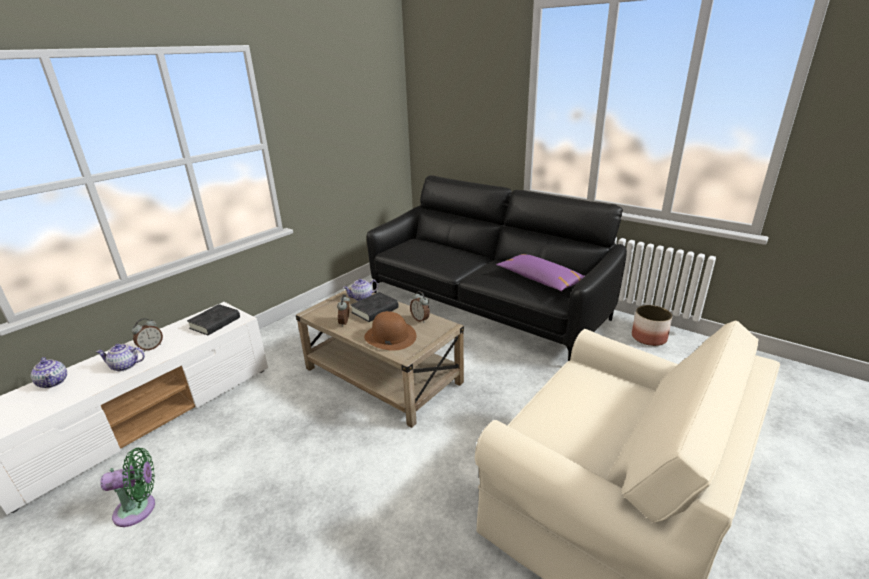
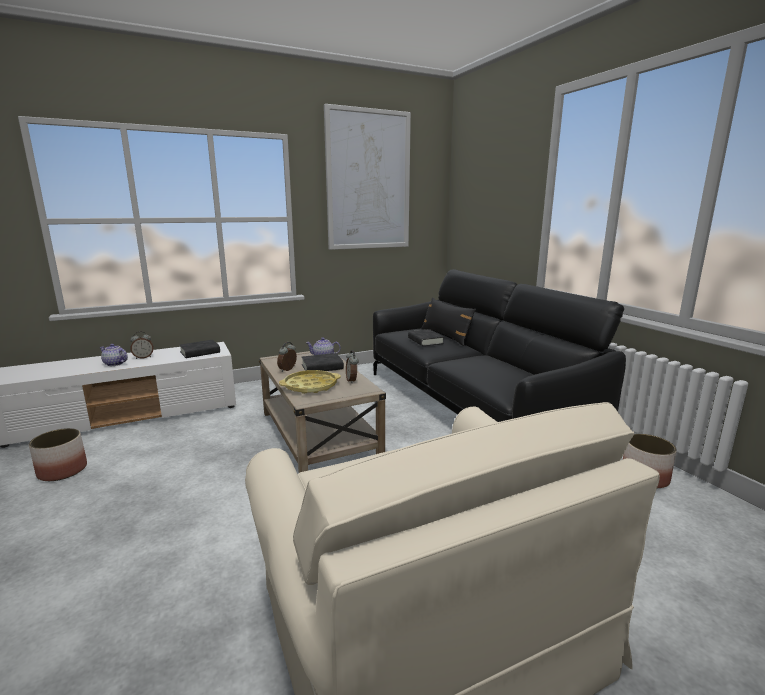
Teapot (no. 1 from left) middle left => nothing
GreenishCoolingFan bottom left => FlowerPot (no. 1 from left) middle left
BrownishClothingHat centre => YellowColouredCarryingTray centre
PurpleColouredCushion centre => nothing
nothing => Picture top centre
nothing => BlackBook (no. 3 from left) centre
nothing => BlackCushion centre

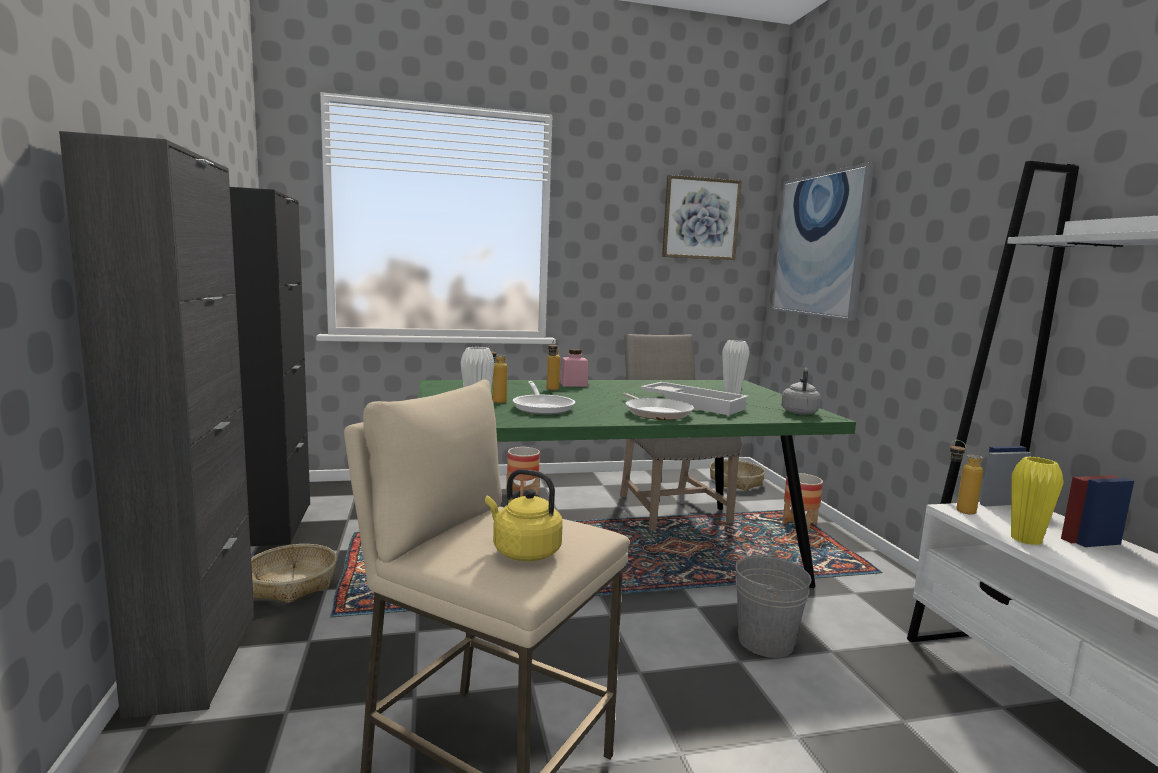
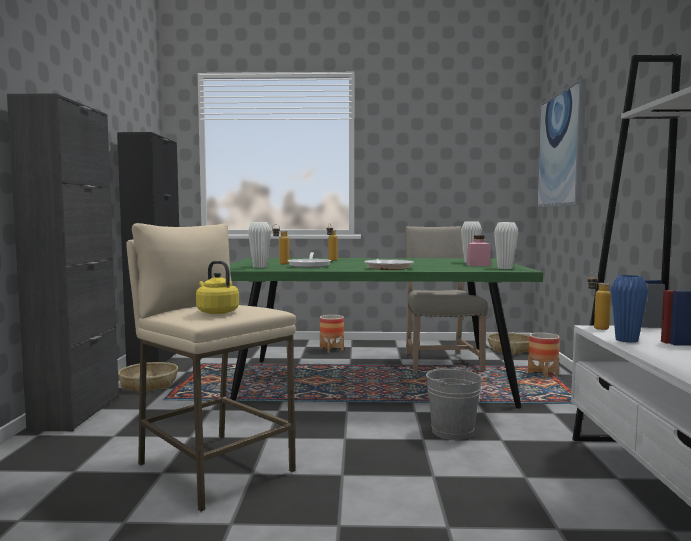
PinkStorageJar centre => PinkStorageJar middle right, shifted
WhitishCarryingTray centre => nothing
Picture (no. 1 from left) top centre => nothing
GreyKettle middle right => WhitishFlowerVase (no. 3 from left) middle right
YellowColouredFlowerVase middle right => BlueFlowerVase middle right

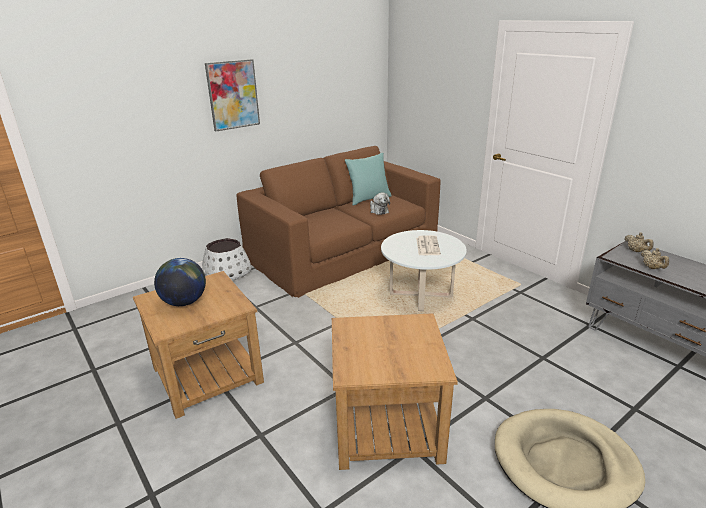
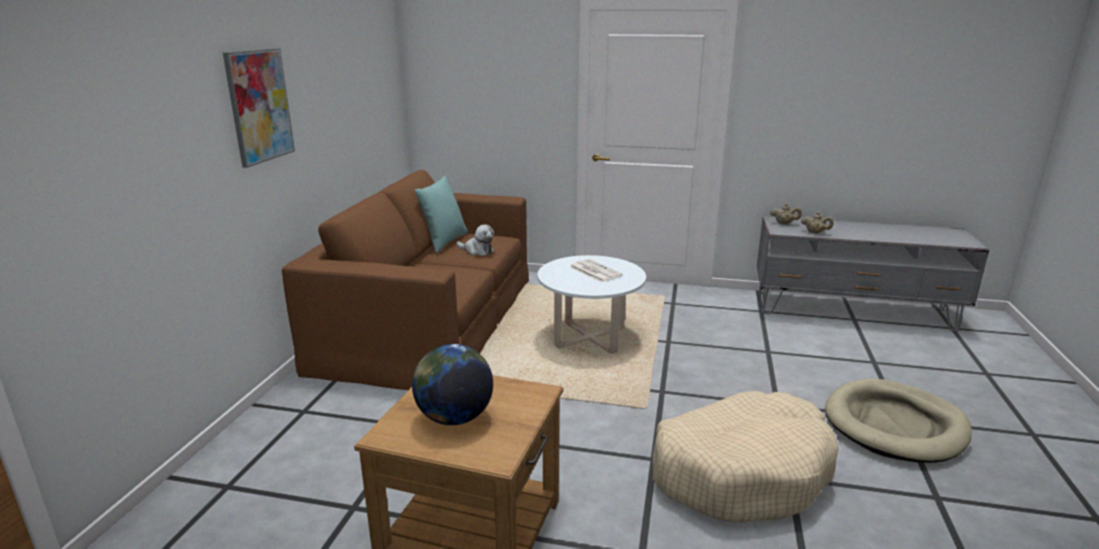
WhitishFlowerPot middle left => nothing
BrownishSideTable (no. 2 from left) bottom centre => BeigePetBed (no. 1 from left) bottom right

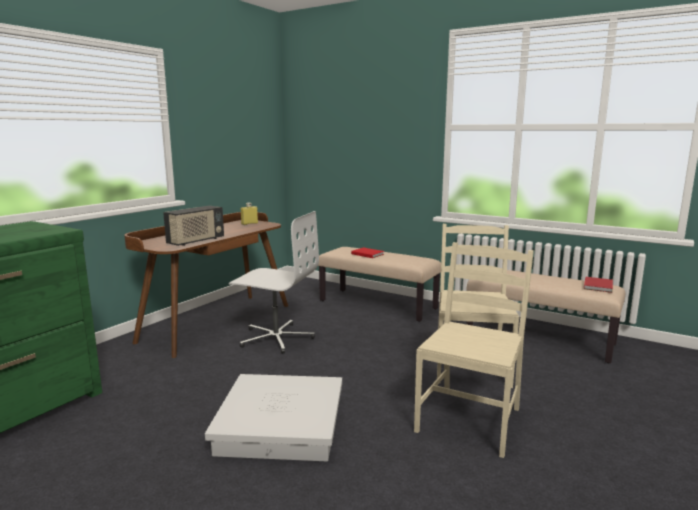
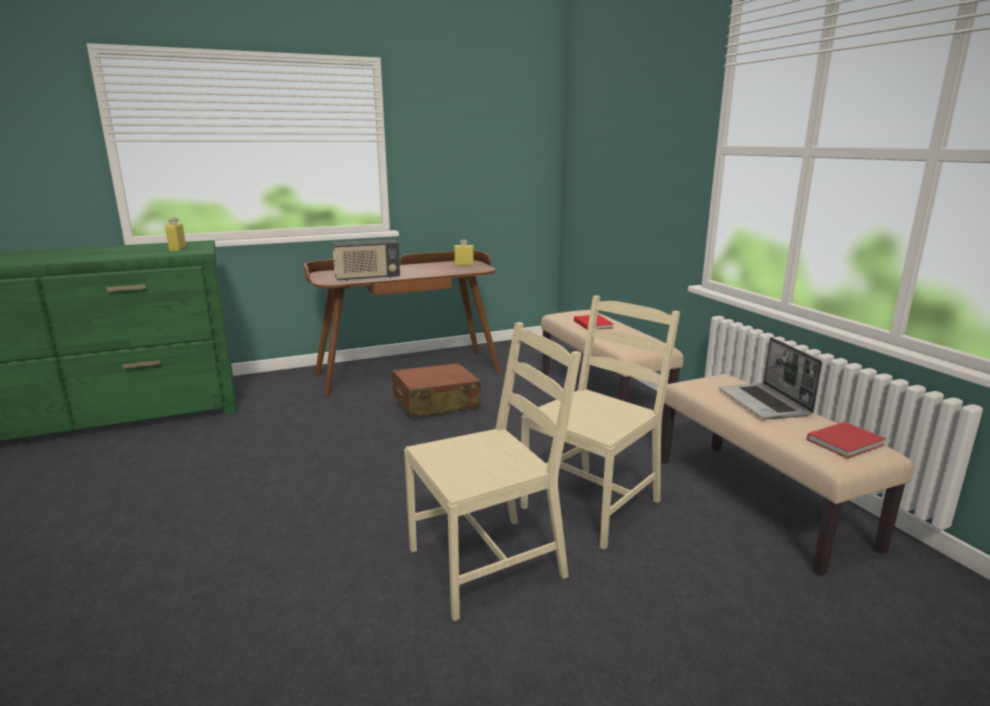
WhitishStorageContainer bottom centre => nothing
WhitishDeskChair centre => BrownishTravelCase centre
nothing => YellowColouredDrinkBottle (no. 1 from left) top left
nothing => Laptop middle right

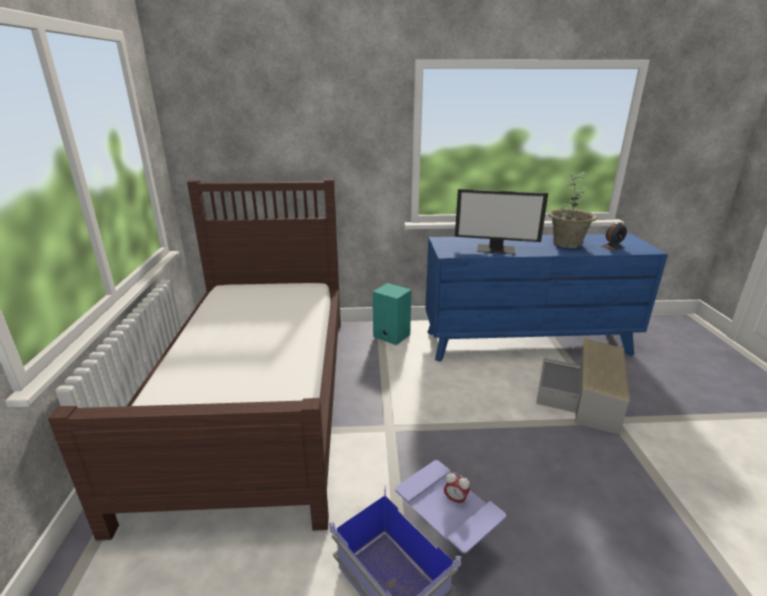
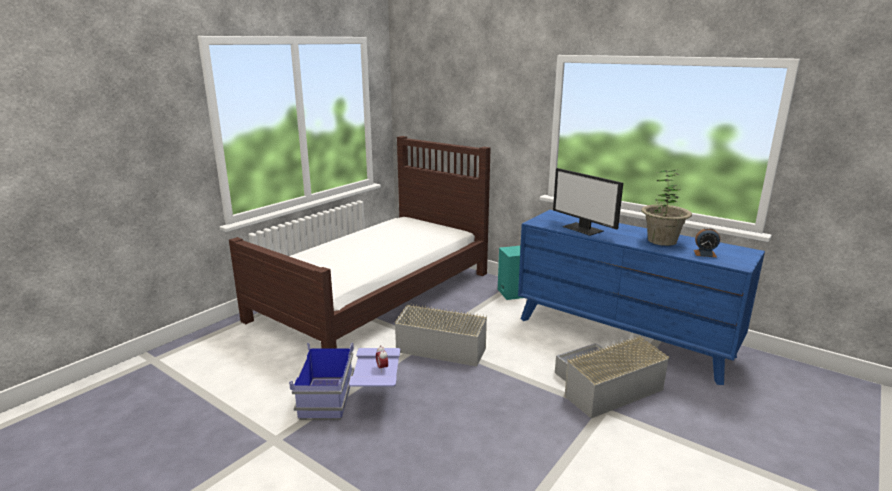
nothing => GreyStorageContainer (no. 1 from left) bottom centre

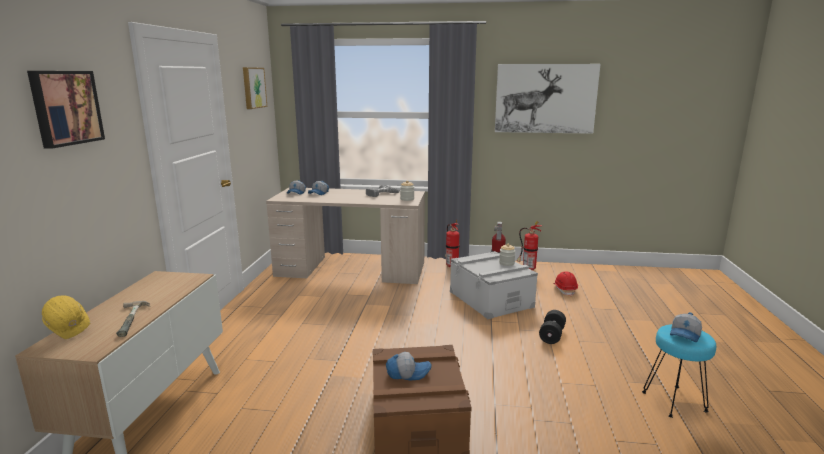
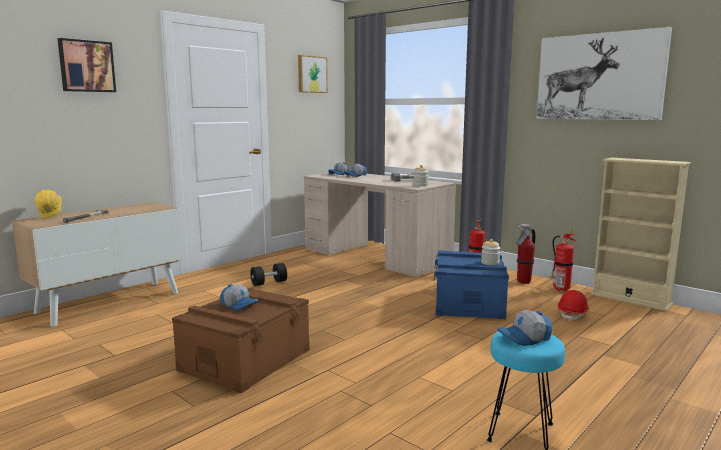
GreyStorageContainer centre => BlueStorageContainer centre
BlackFreeWeight bottom right => BlackFreeWeight centre, shifted
nothing => BeigeBookcase middle right

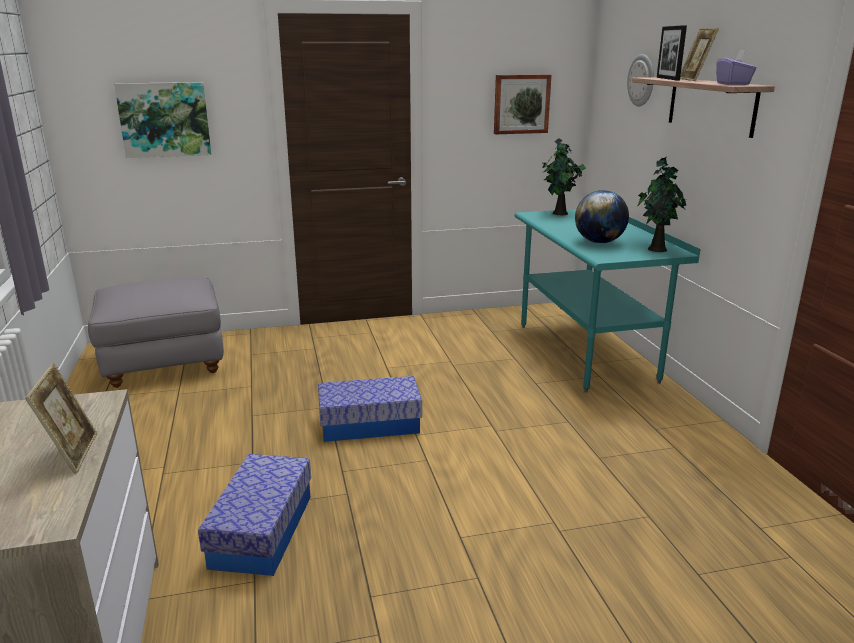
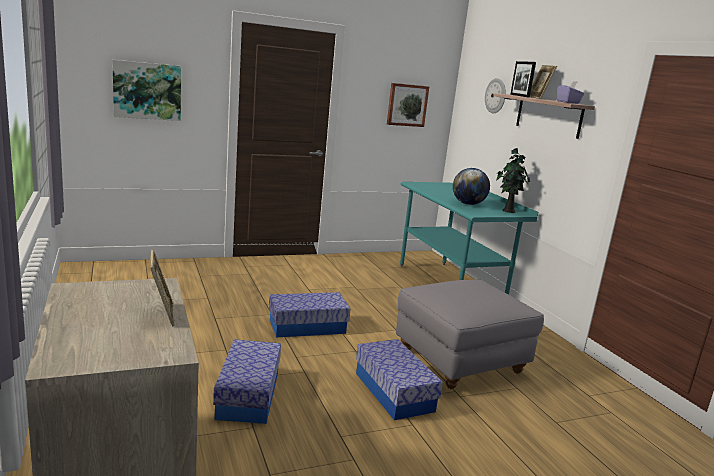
GreyFootrest middle left => GreyFootrest bottom centre, shifted
PlantInAPot (no. 1 from left) top centre => nothing
nothing => StorageContainer (no. 3 from left) bottom centre

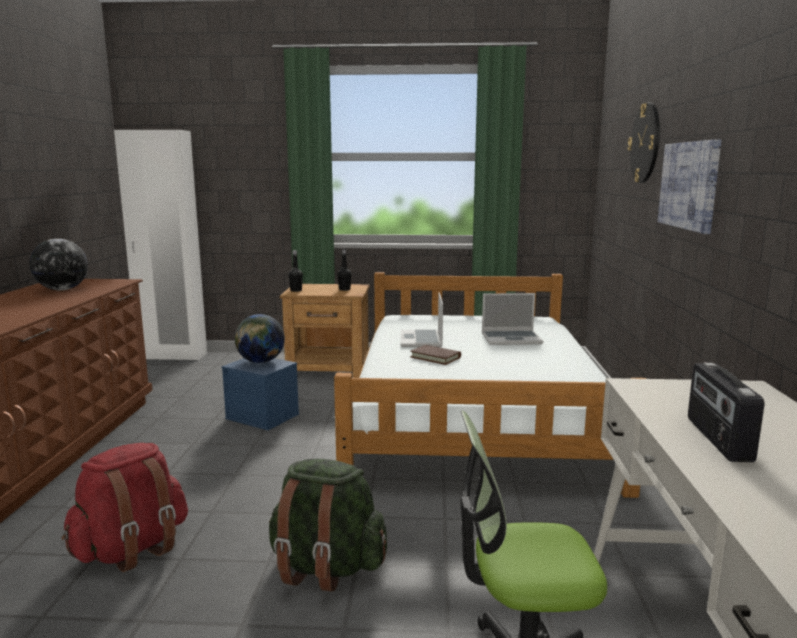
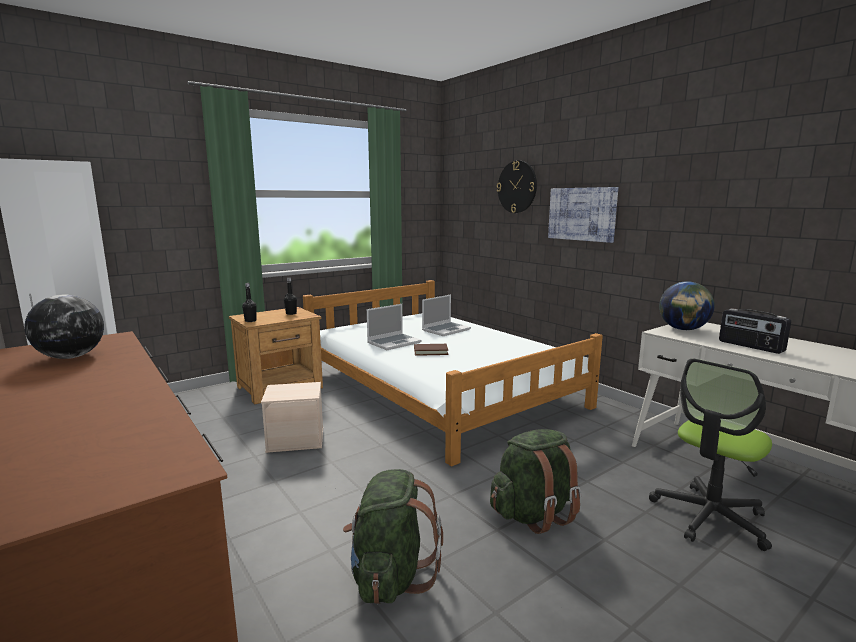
RedBackpack bottom left => GreenishBackpack (no. 1 from left) bottom centre
BlueStorageContainer middle left => BeigeStorageContainer centre
DeskGlobe (no. 2 from left) middle left => DeskGlobe (no. 2 from left) middle right, shifted
Laptop (no. 1 from left) centre, 90 degrees counterclockwise

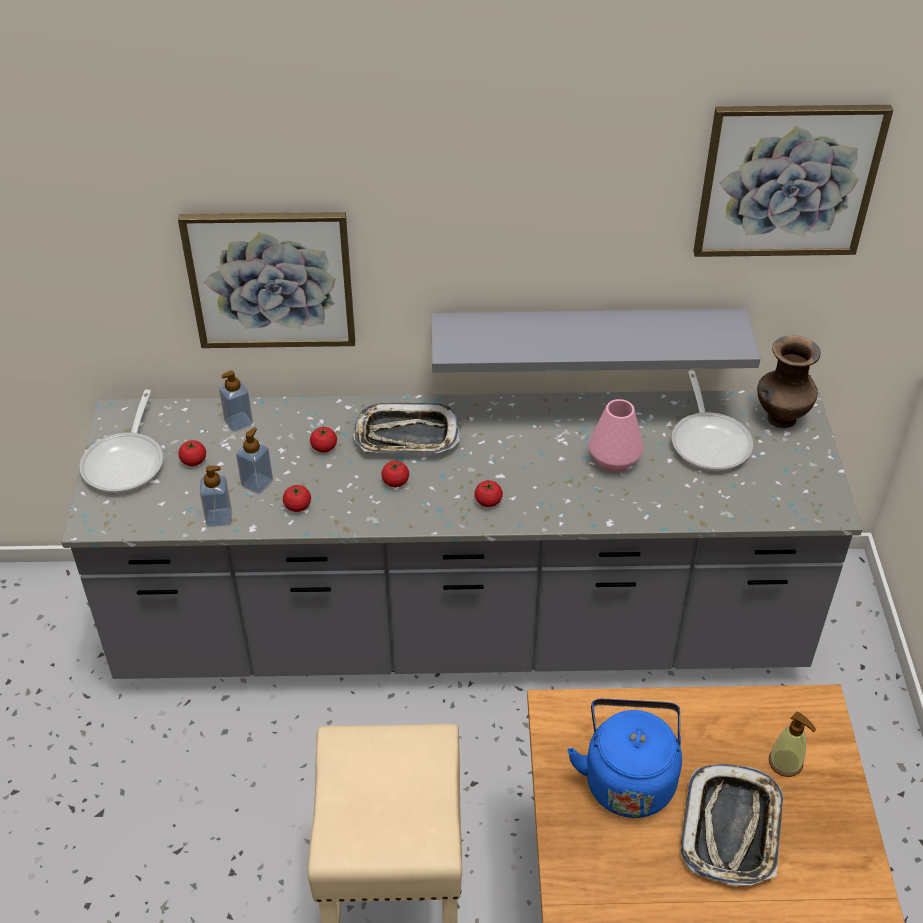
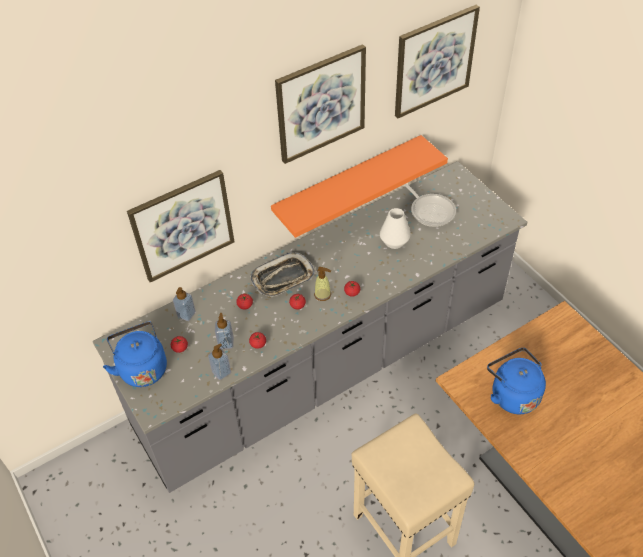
Pan (no. 1 from left) middle left => BlueKettle (no. 1 from left) middle left
GreyBracketShelf centre => OrangeBracketShelf centre
PinkFlowerVase middle right => WhitishFlowerVase centre
CarryingTray (no. 2 from left) bottom right => nothing
BrownishFlowerVase middle right => nothing
LiquidSoapBottle (no. 4 from left) bottom right => LiquidSoapBottle (no. 4 from left) centre, shifted
nothing => Picture (no. 2 from left) top centre

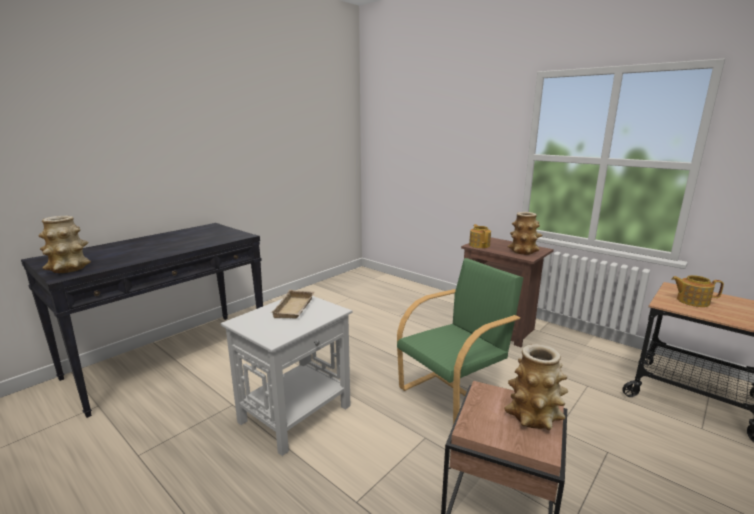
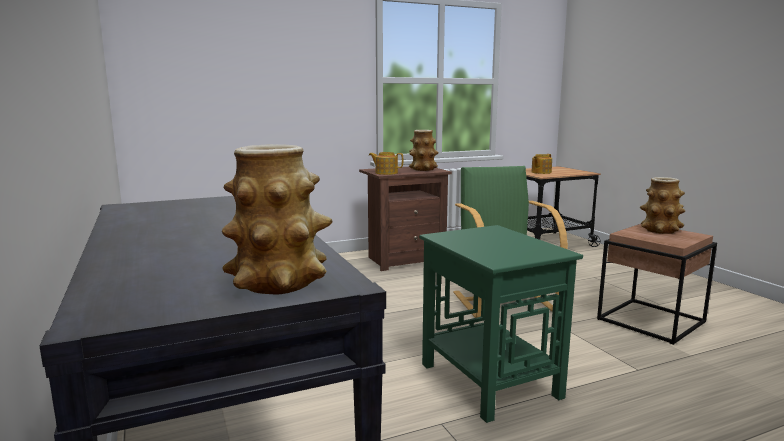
WhitishSideTable bottom centre => GreenishSideTable bottom centre
BeigeCarryingTray centre => nothing

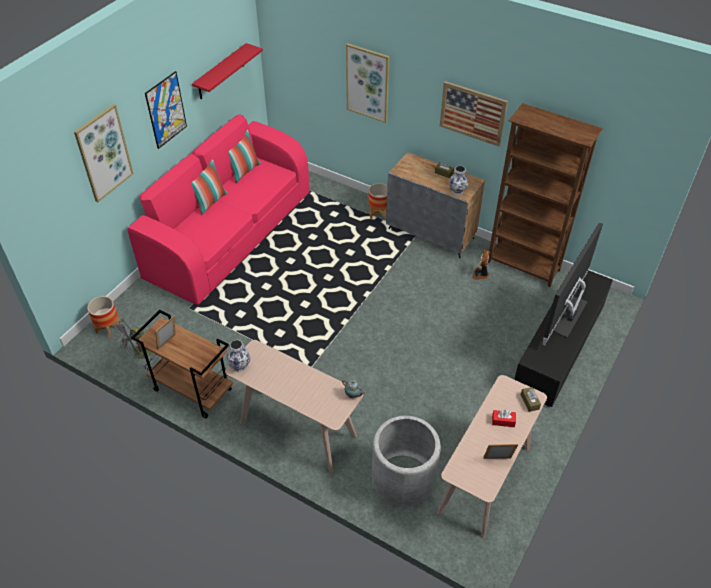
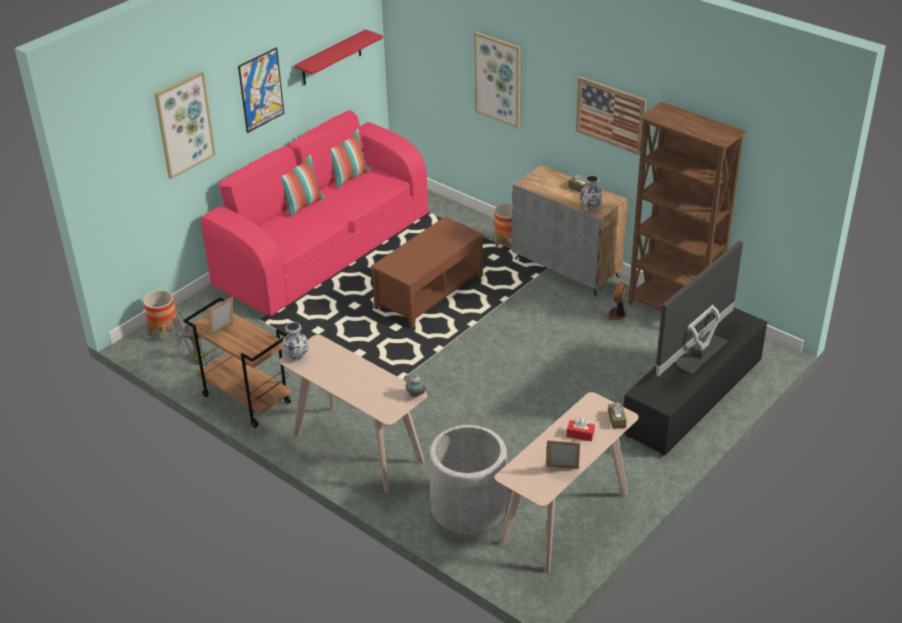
nothing => BrownishLoungeTable centre

